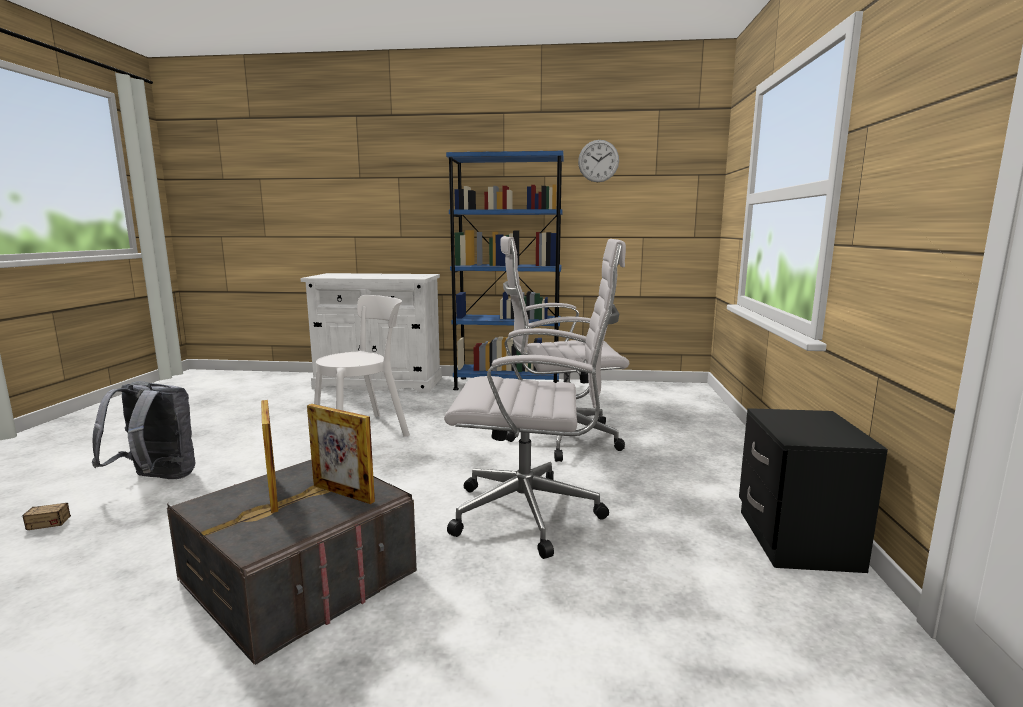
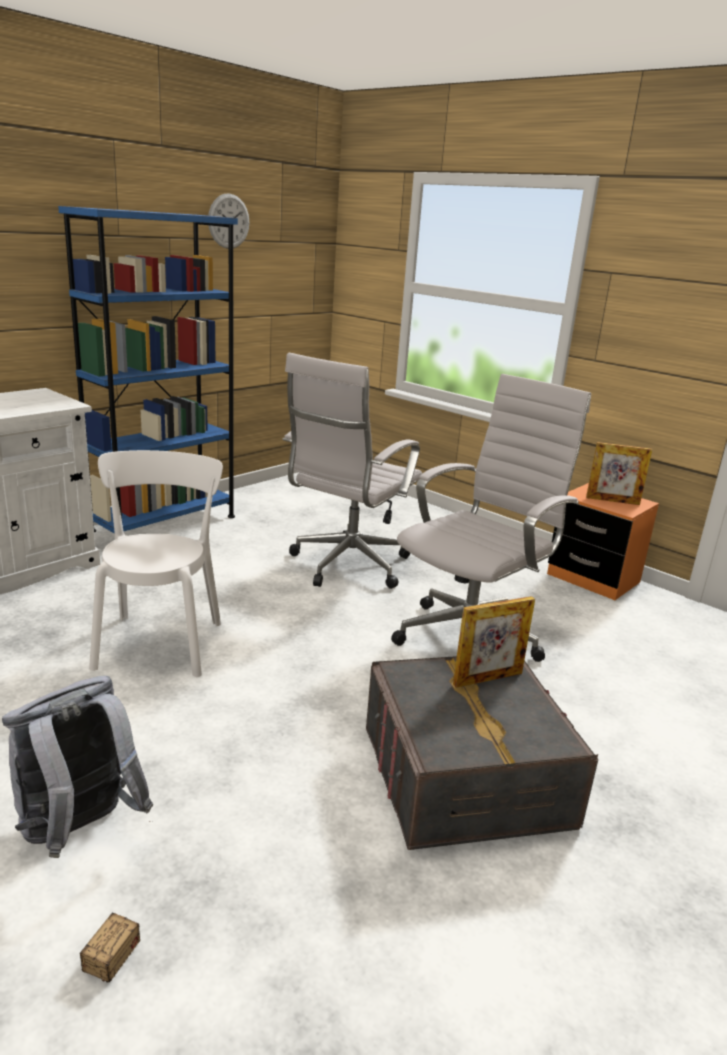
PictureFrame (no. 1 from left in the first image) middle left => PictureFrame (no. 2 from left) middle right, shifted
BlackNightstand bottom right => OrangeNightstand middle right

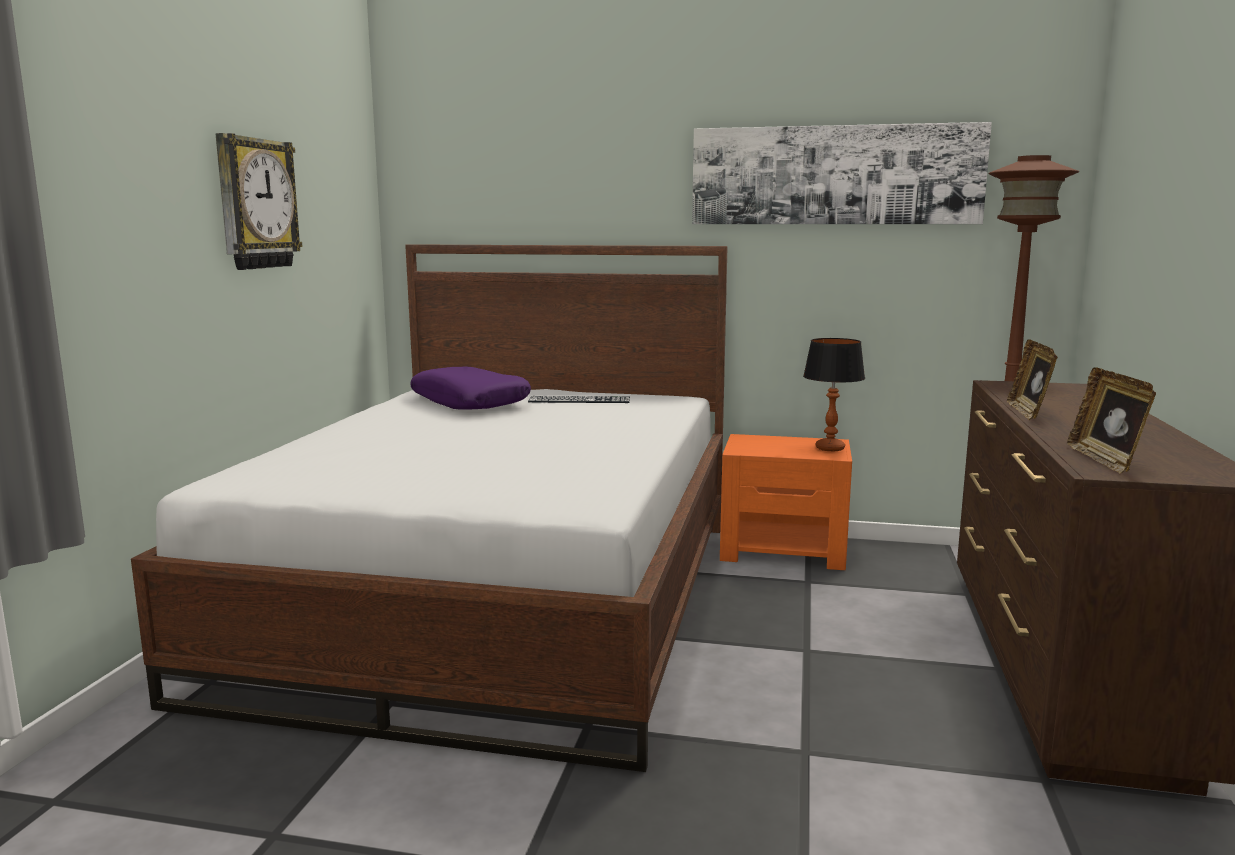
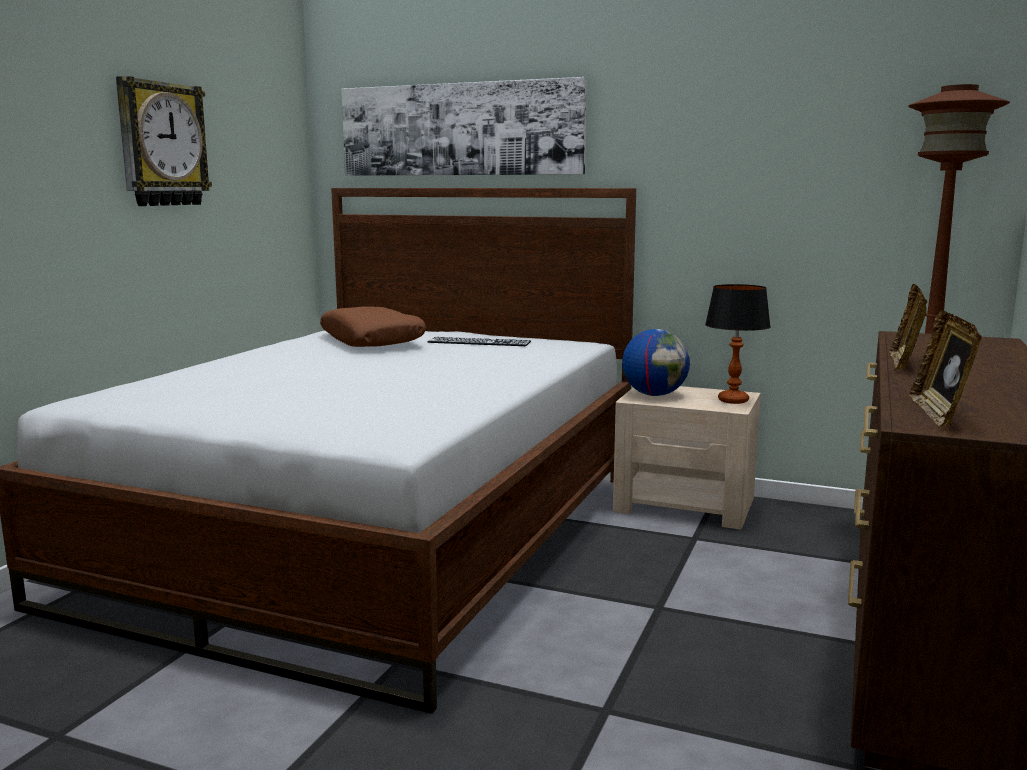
PurpleColouredCushion centre => BrownishCushion centre
Picture top right => Picture top centre, shifted
OrangeNightstand centre => BeigeNightstand middle right
nothing => DeskGlobe centre

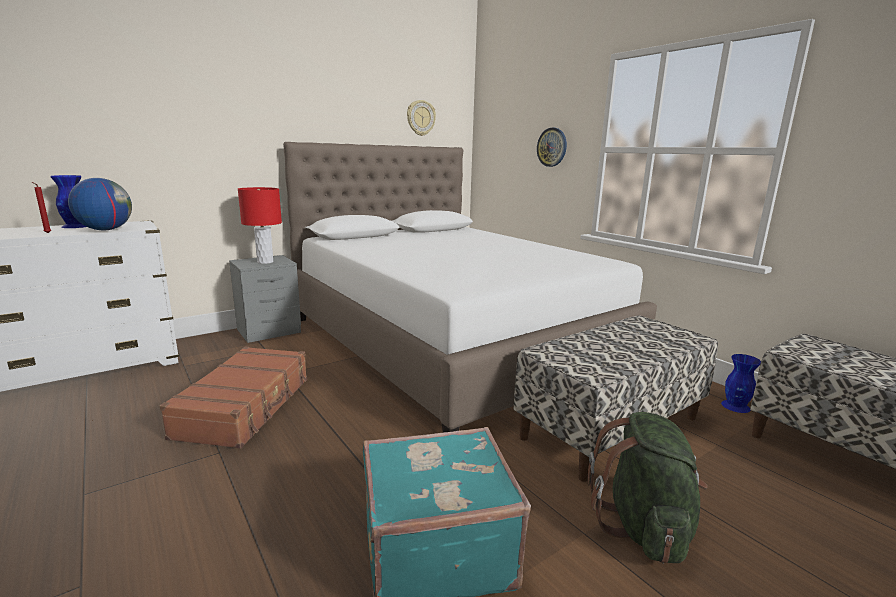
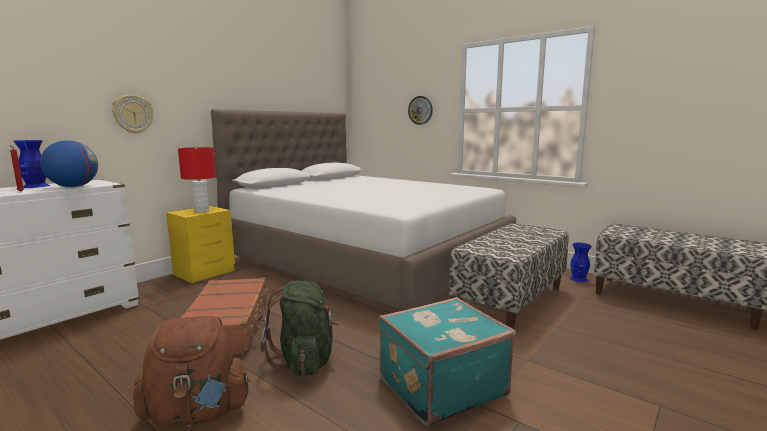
GreyNightstand middle left => YellowColouredNightstand middle left
HangingClock (no. 1 from left) top centre => HangingClock (no. 1 from left) top left, shifted
GreenishBackpack bottom right => GreenishBackpack bottom centre, shifted
nothing => BrownishBackpack bottom left

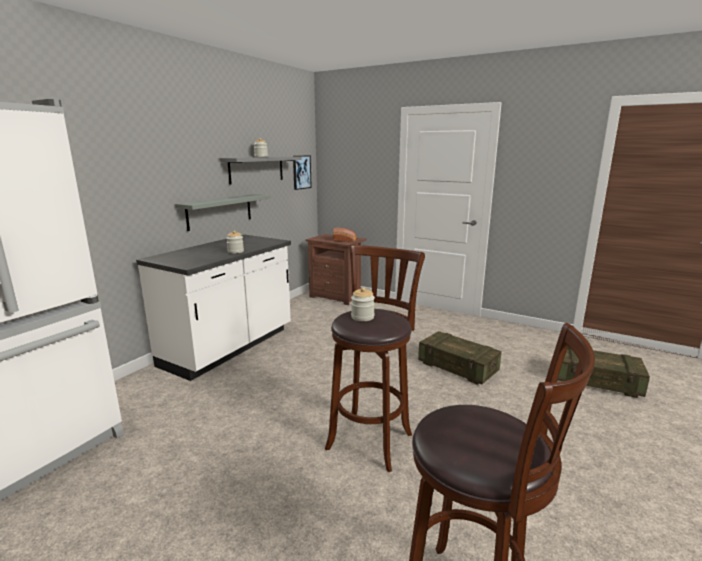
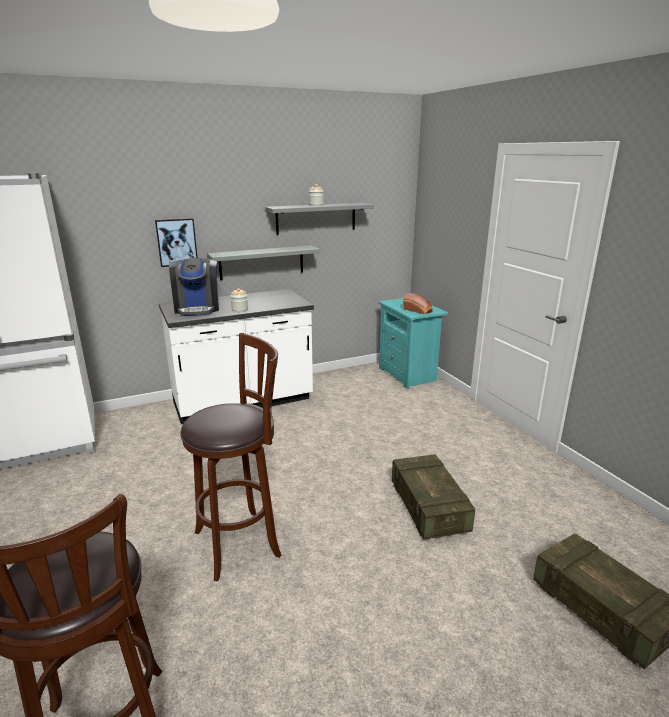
Picture top centre => Picture middle left, shifted
BrownishNightstand centre => TurquoiseNightstand centre
StorageJar (no. 3 from left) centre => nothing
nothing => CoffeeBrewer middle left

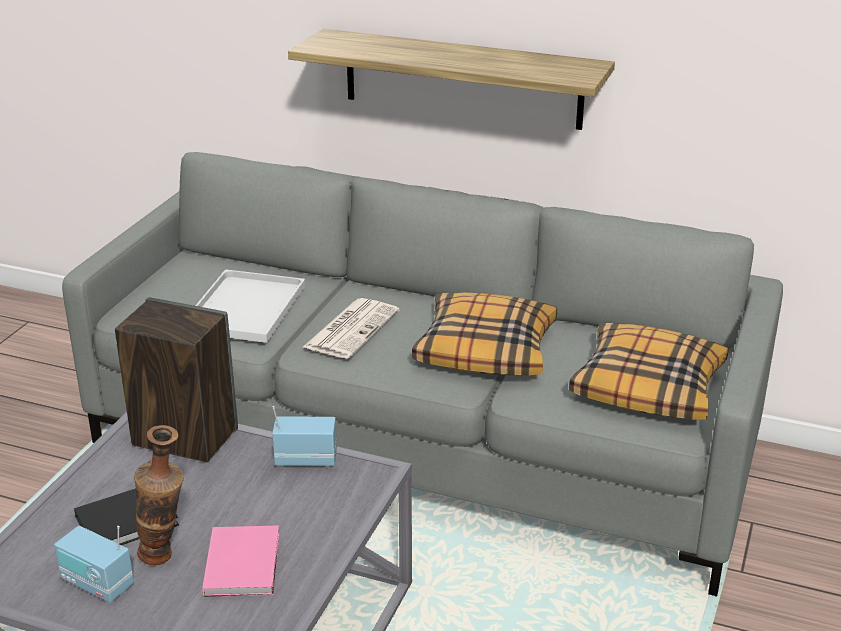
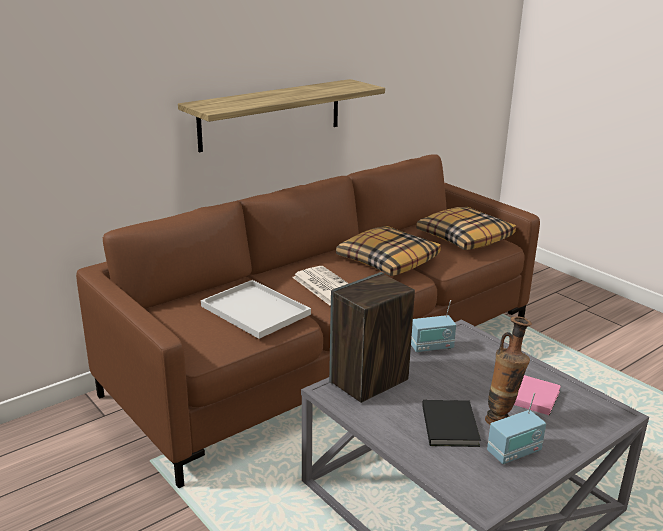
GreySofa centre => BrownishSofa centre
Radio (no. 2 from left in the first image) bottom centre => Radio (no. 1 from left) centre, 135 degrees counterclockwise

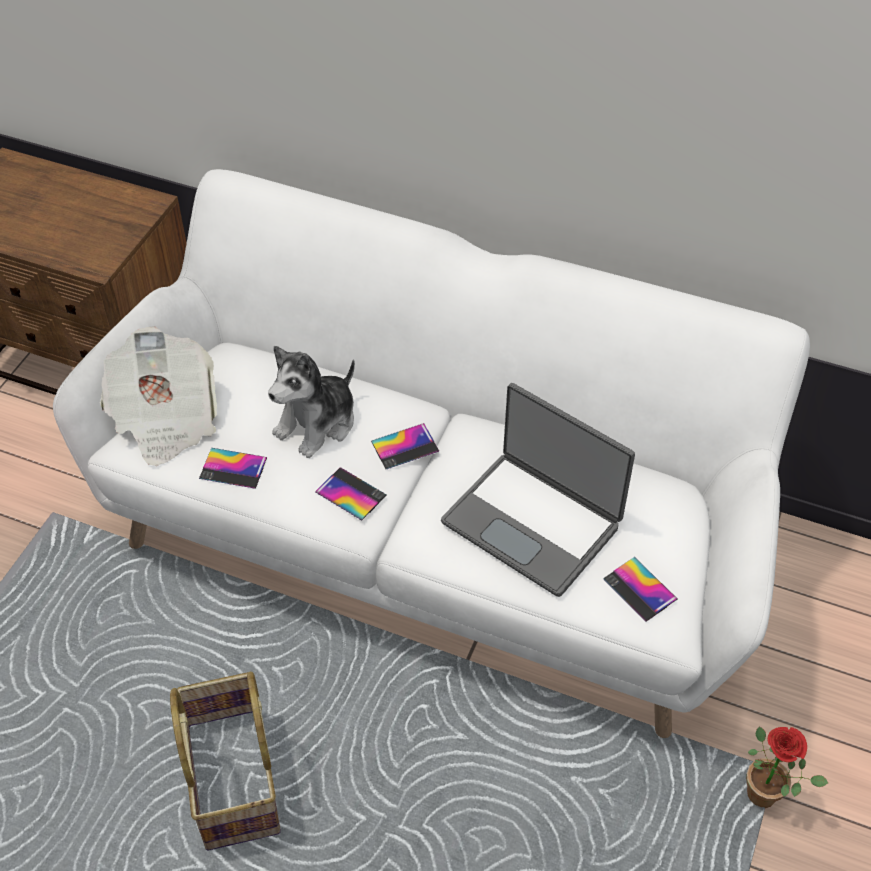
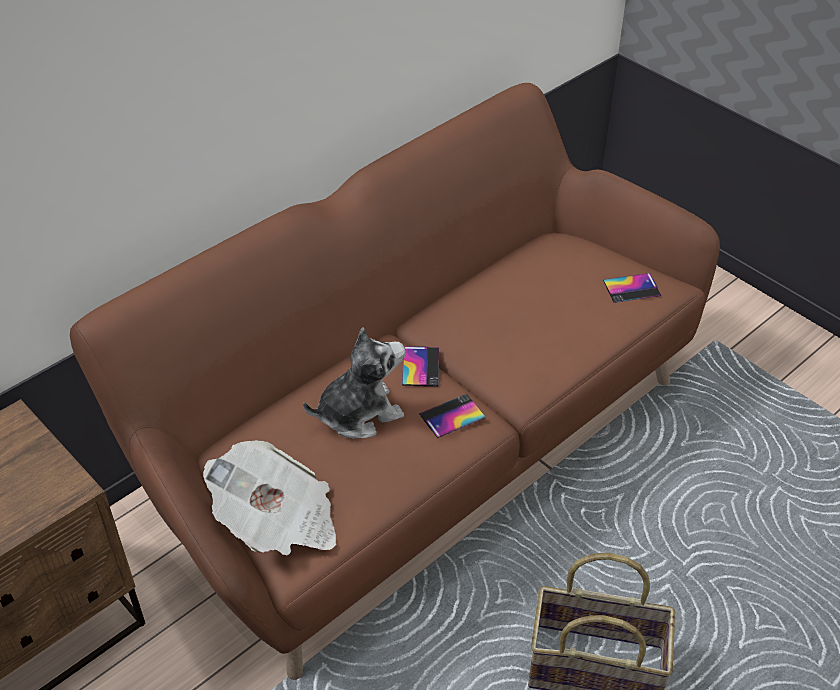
WhitishSofa centre => BrownishSofa centre
Telephone (no. 1 from left) middle left => nothing
PlushToy centre, 90 degrees counterclockwise
Laptop centre => nothing
PlantInAPot bottom right => nothing

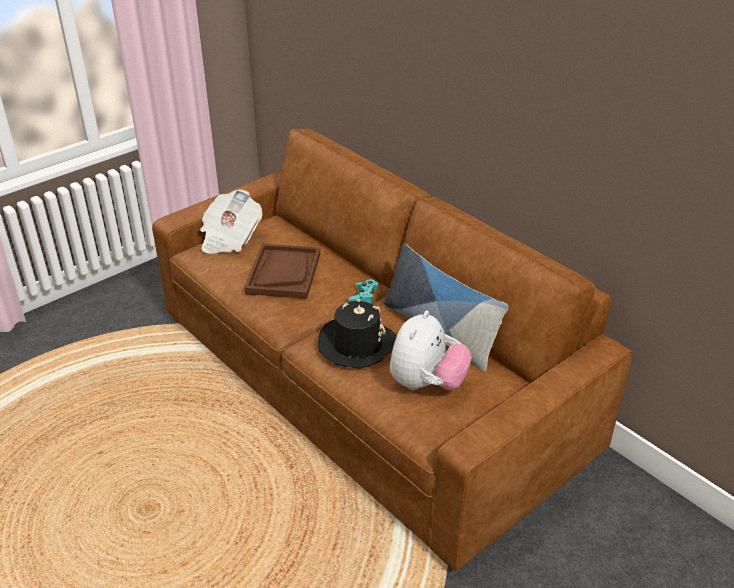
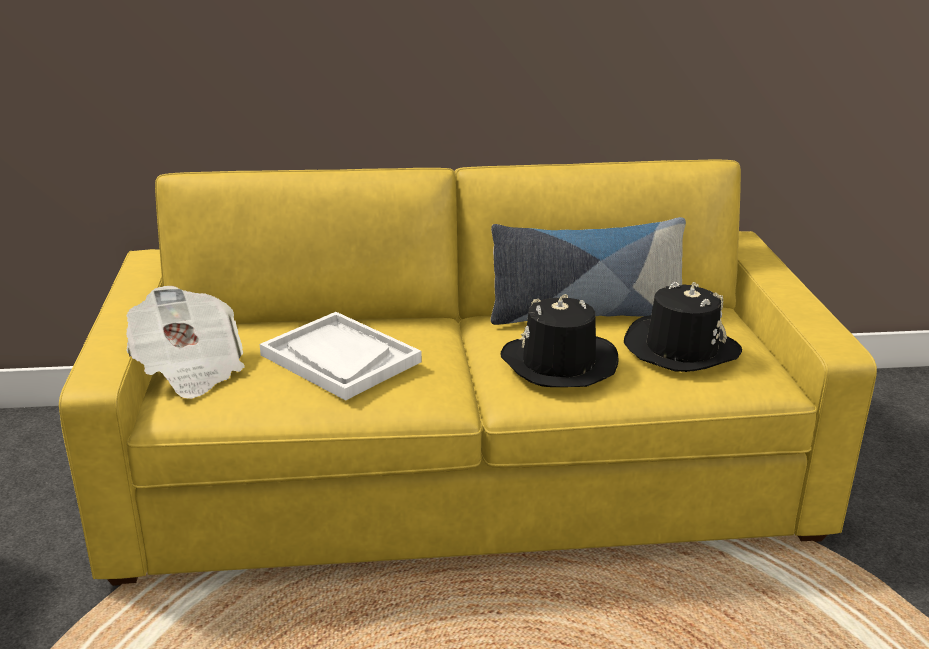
BrownishSofa centre => YellowColouredSofa centre
BrownishCarryingTray centre => WhitishCarryingTray centre
TurquoiseGameController centre => nothing
PlushToy centre => BlackClothingHat (no. 2 from left) middle right

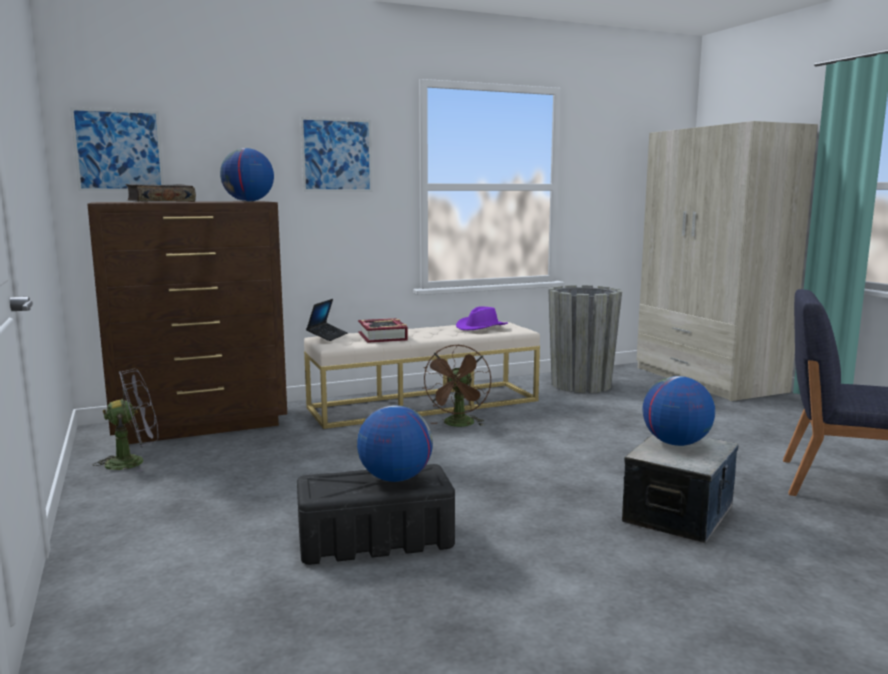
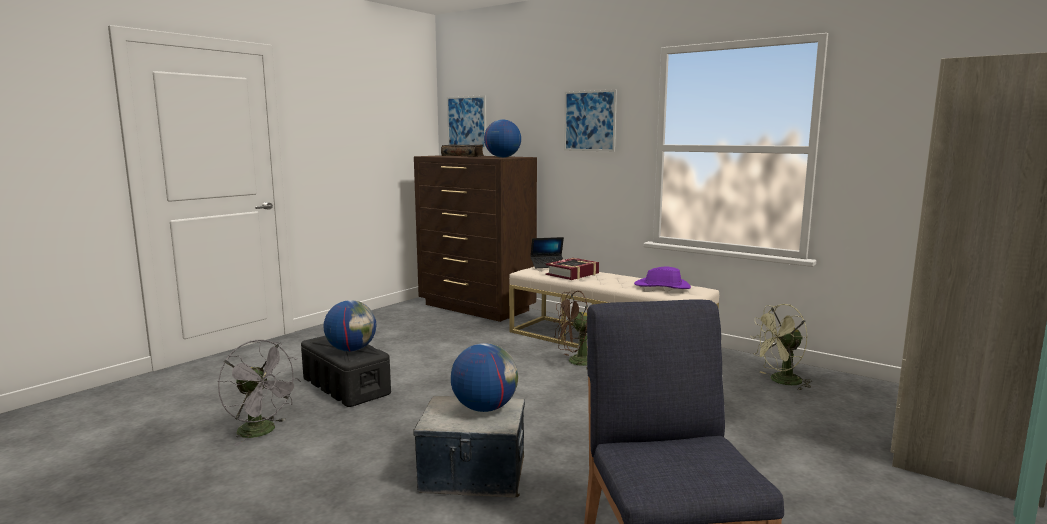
GreyCoolingFan middle left => GreyCoolingFan bottom left, shifted
GreyFlowerPot centre => GreenishCoolingFan middle right

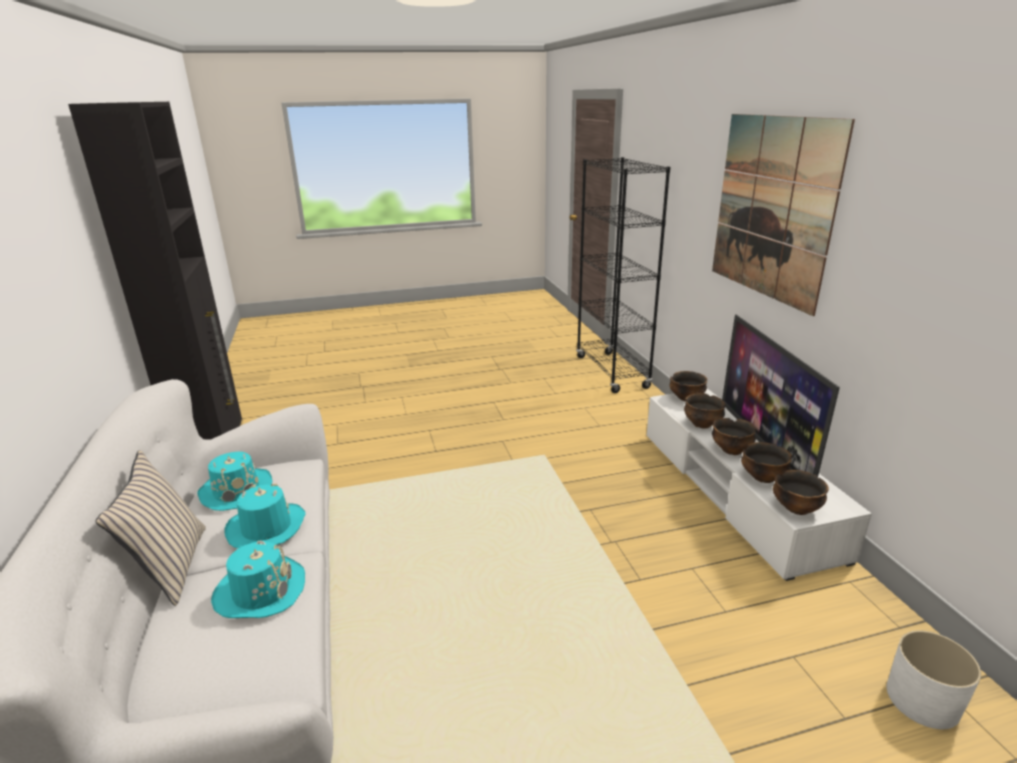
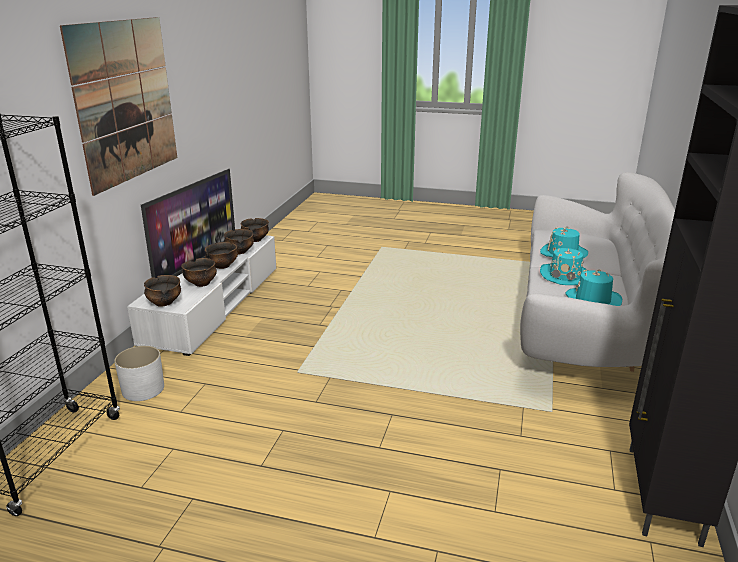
BeigeCushion bottom left => nothing
WhitishFlowerPot bottom right => WhitishFlowerPot middle left, shifted

